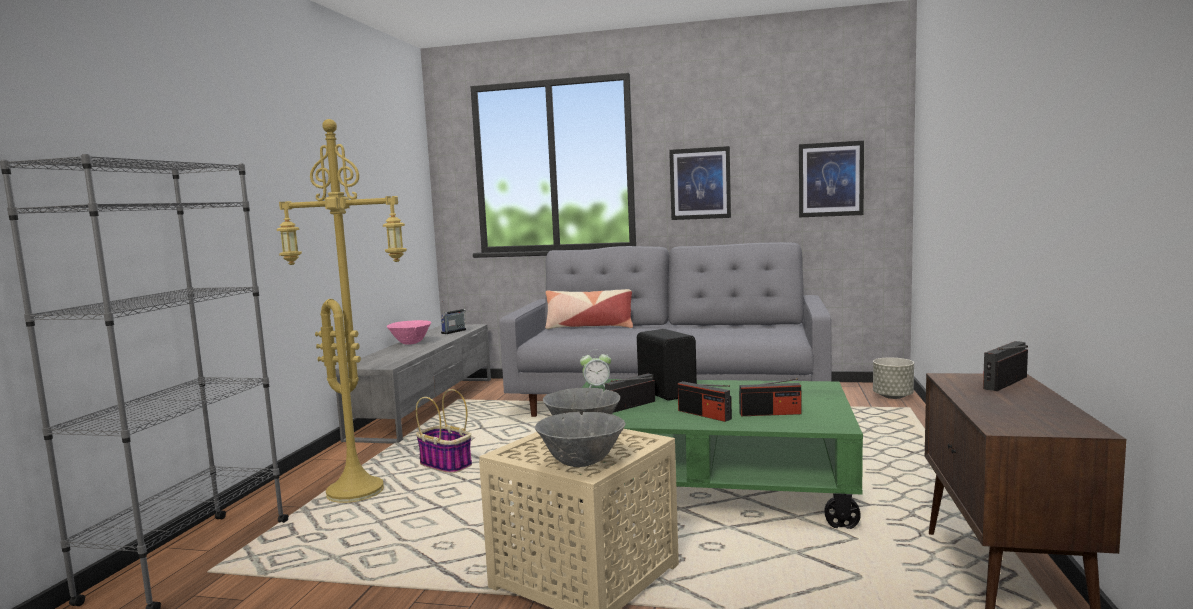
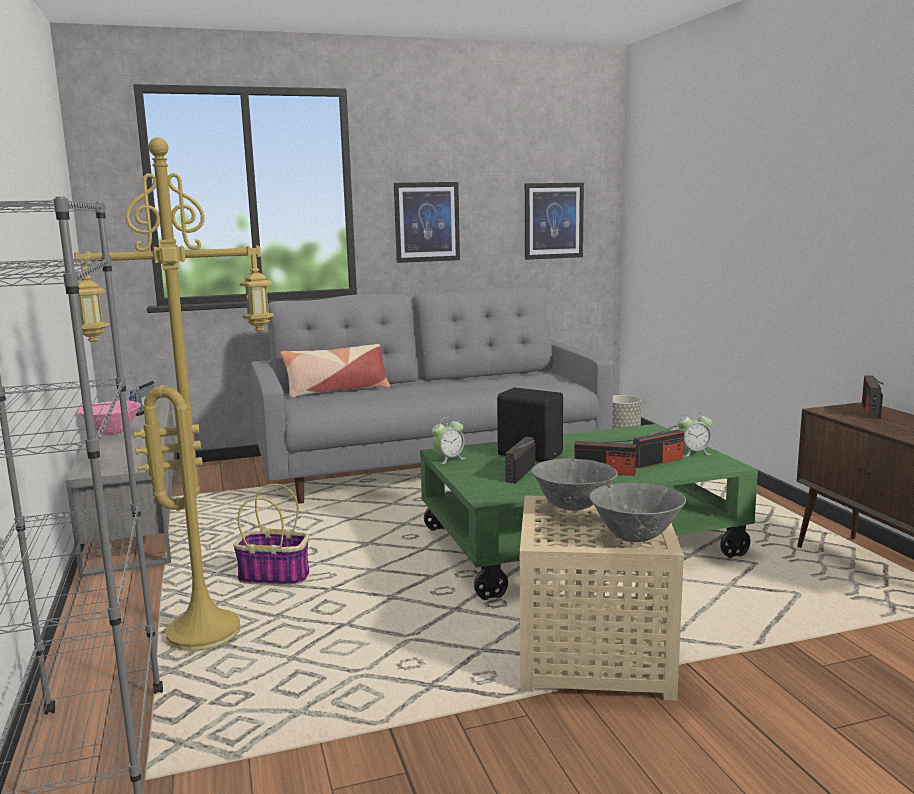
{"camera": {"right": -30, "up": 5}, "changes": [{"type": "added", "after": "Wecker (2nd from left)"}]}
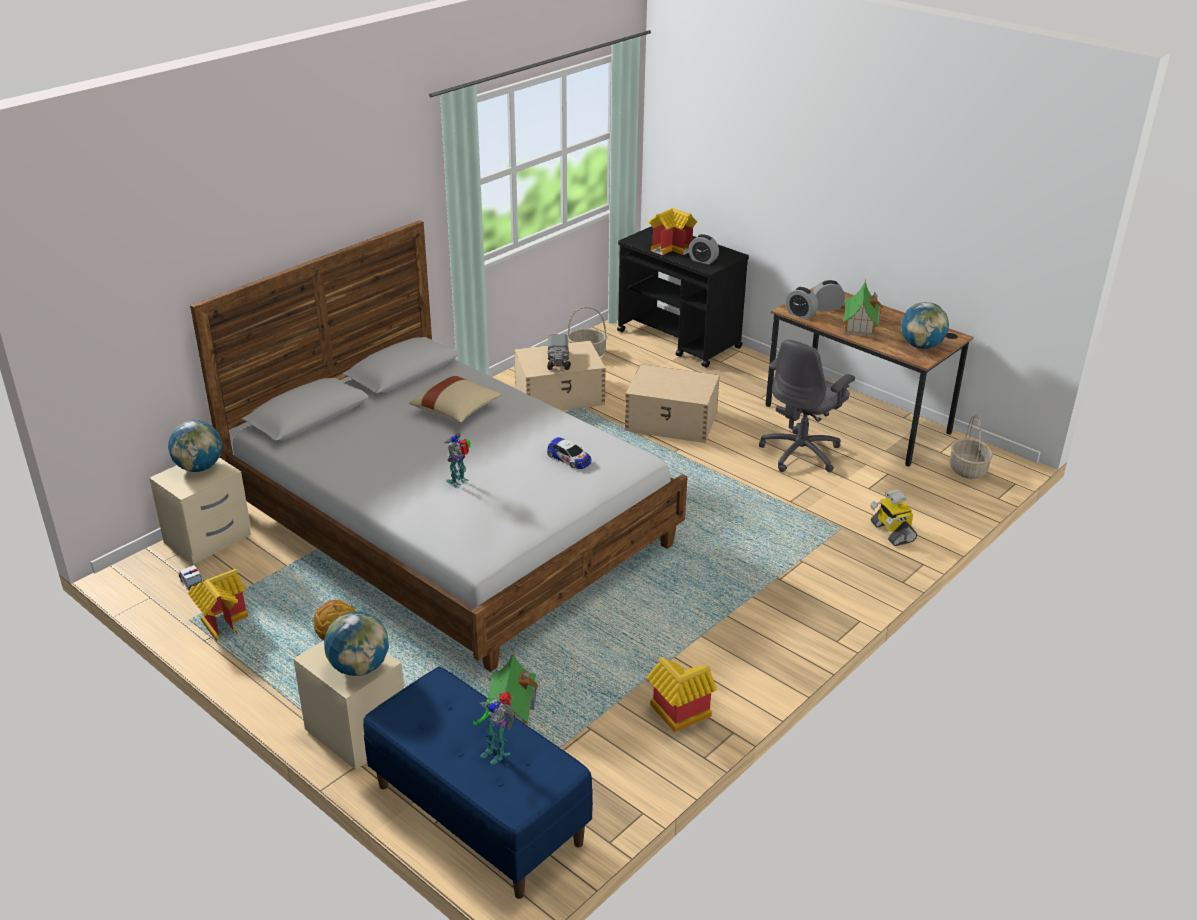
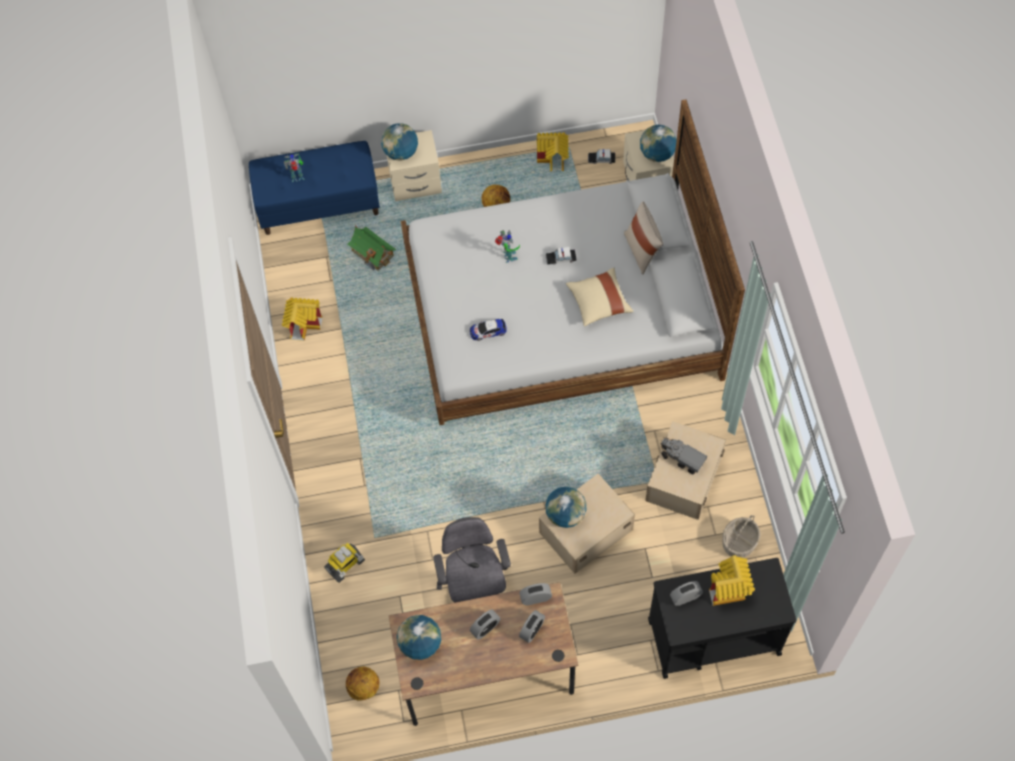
{"camera": {"right": 130, "up": 30}, "changes": [{"type": "turned", "before": "Spielzeugroboter (3rd from left in the first image)", "turn": 120}, {"type": "replaced", "before": "Korb (2nd from left)", "after": "Basketball (1st from left)"}, {"type": "replaced", "before": "Spielzeughaus (5th from left)", "after": "Wecker (1st from left)"}, {"type": "added", "after": "Spielzeugauto (2nd from left)"}, {"type": "added", "after": "Globus (3rd from left)"}, {"type": "added", "after": "Kissen [beige] (2nd from left)"}]}
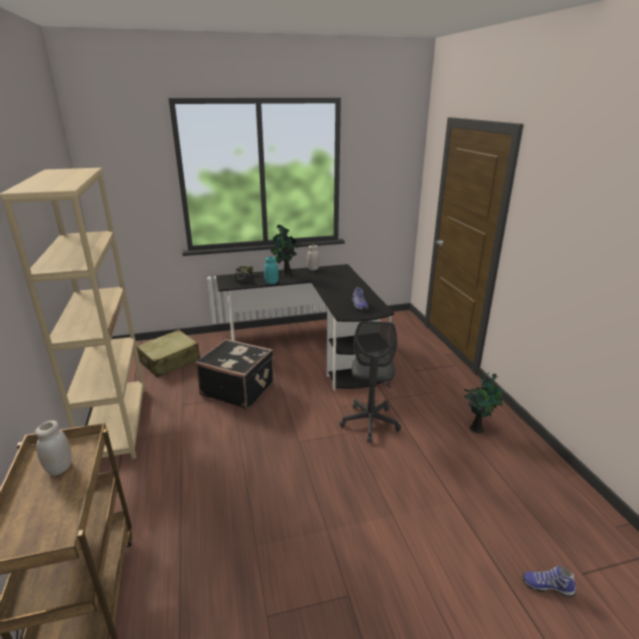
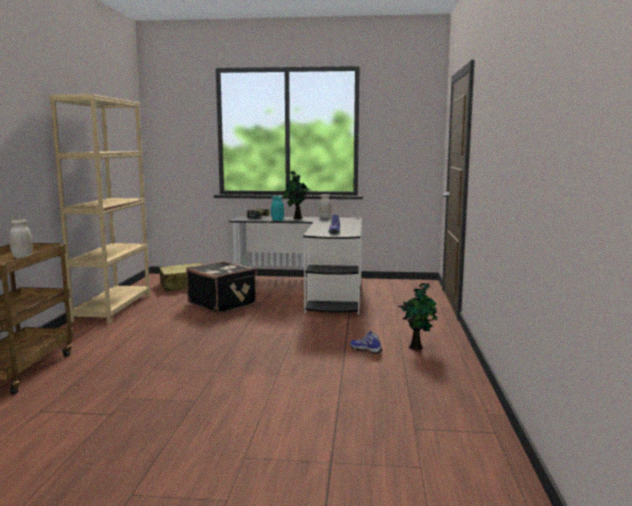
{"camera": {"right": 20, "up": -15}, "changes": [{"type": "moved", "before": "Schuh (2nd from left)"}, {"type": "removed", "before": "Bürostuhl [grau]"}]}
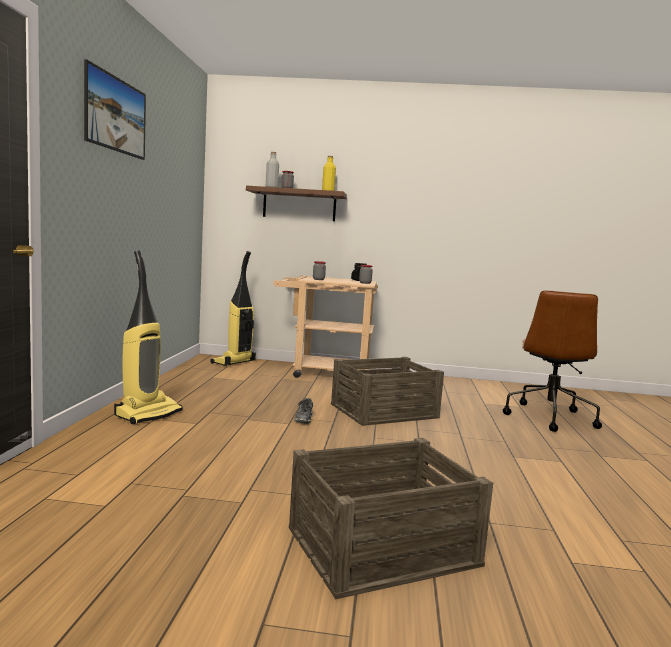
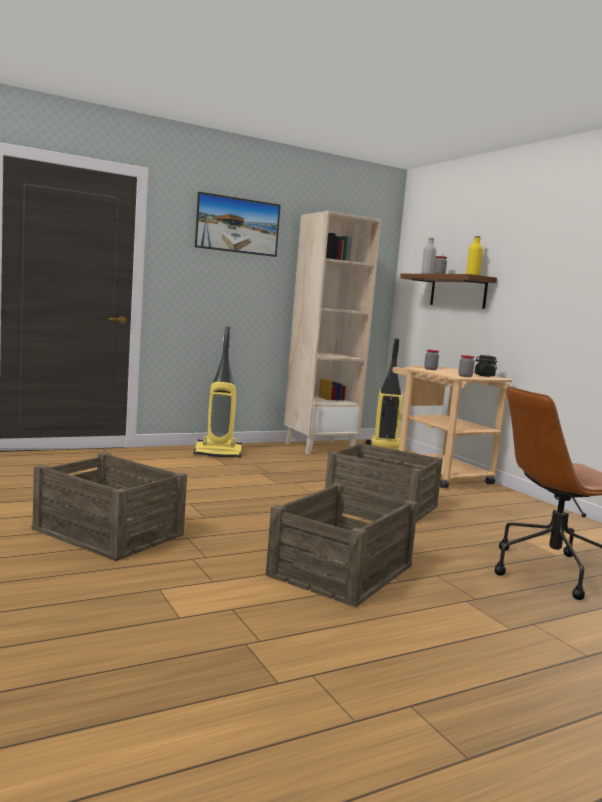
{"camera": {"right": 55, "up": 0}, "changes": [{"type": "added", "after": "Kiste (2nd from left)"}, {"type": "added", "after": "Bücherregal [beige]"}, {"type": "removed", "before": "Schuh"}]}
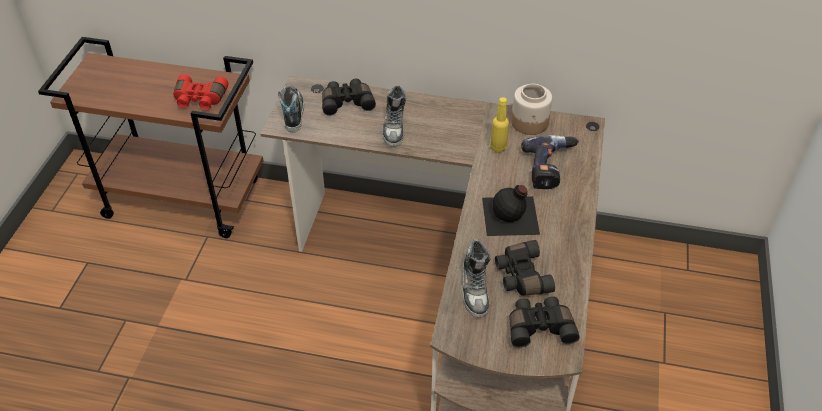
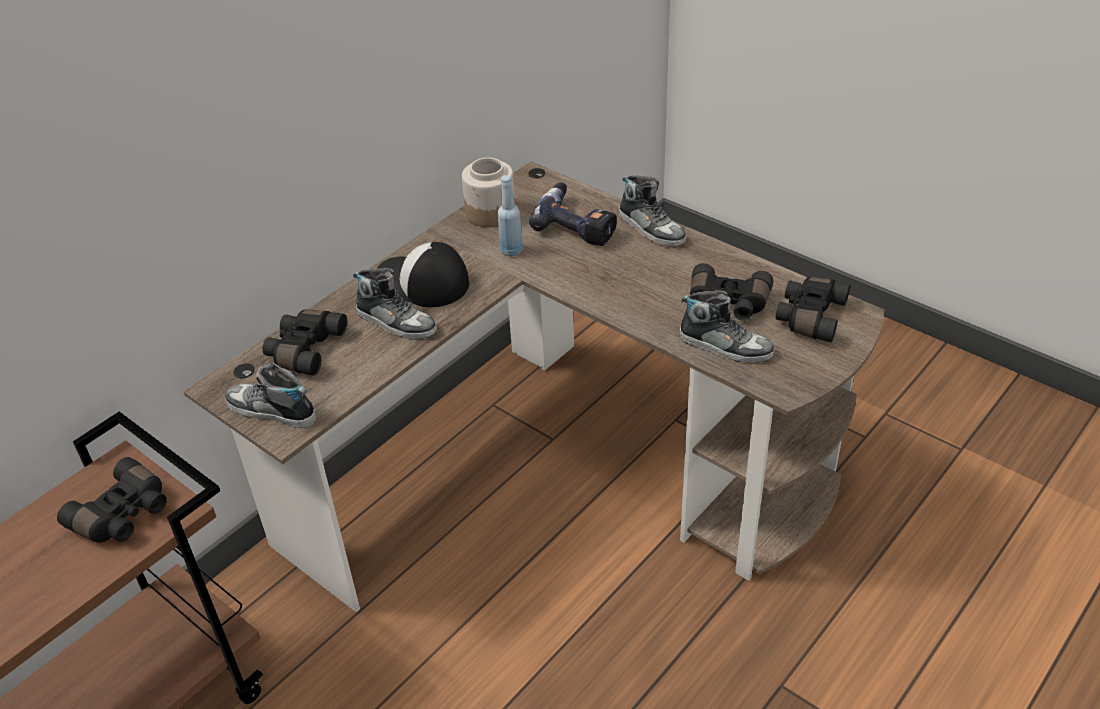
{"camera": {"right": -60, "up": -5}, "changes": [{"type": "recoloured", "before": "Fernglas [rot]", "after": "Fernglas [schwarz] (1st from left)"}, {"type": "added", "after": "Kappe"}, {"type": "recoloured", "before": "Flasche [gelb]", "after": "Flasche [blau]"}, {"type": "added", "after": "Schuh (3rd from left)"}, {"type": "removed", "before": "Flasche [schwarz]"}]}
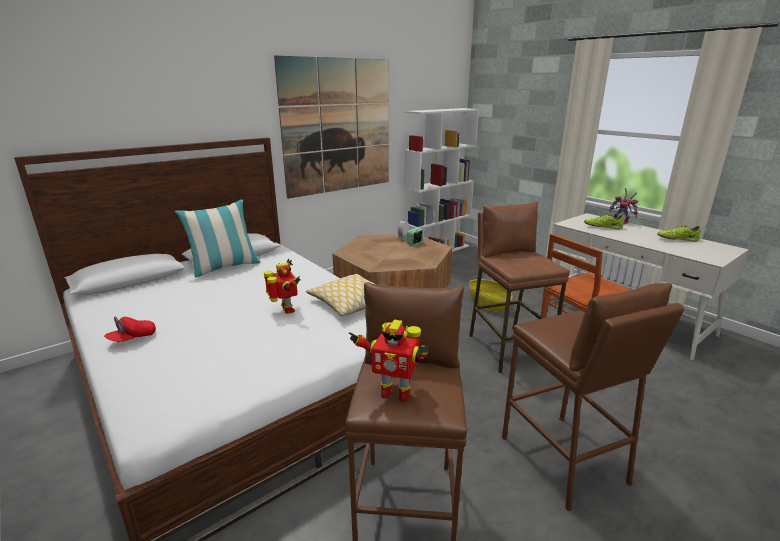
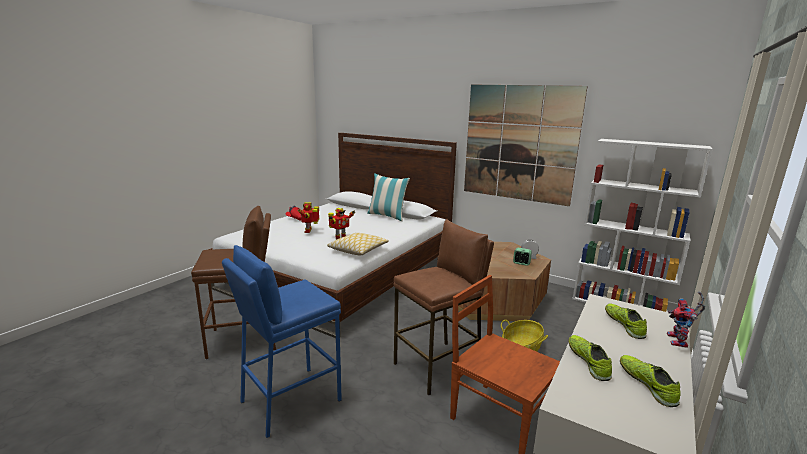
{"camera": {"right": 70, "up": -5}, "changes": [{"type": "recoloured", "before": "Hocker [braun] (3rd from left)", "after": "Hocker [blau]"}, {"type": "moved", "before": "Spielzeugroboter (2nd from left in the first image)", "after": "Spielzeugroboter (1st from left)"}, {"type": "added", "after": "Schuh (1st from left)"}]}
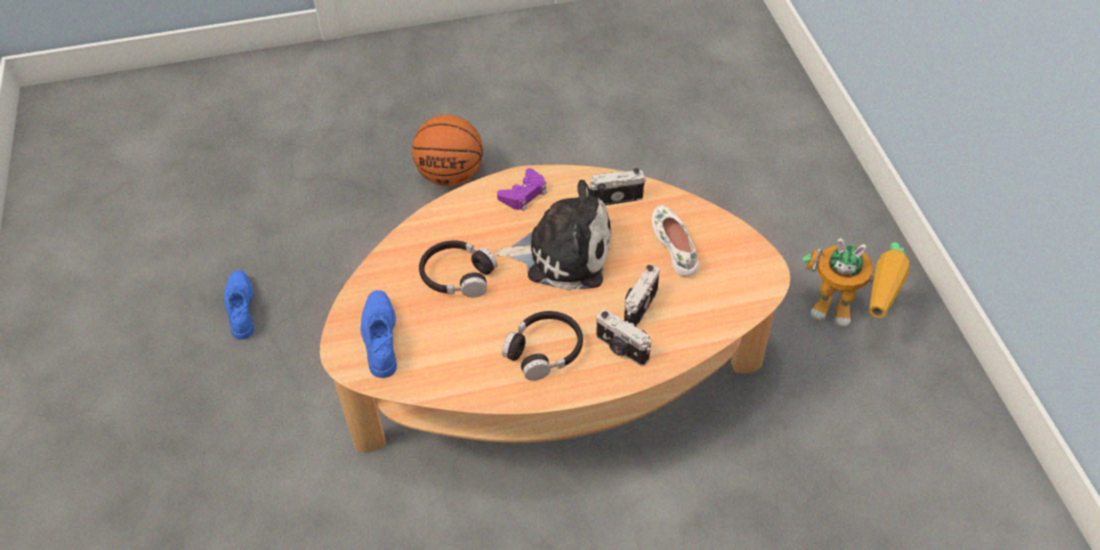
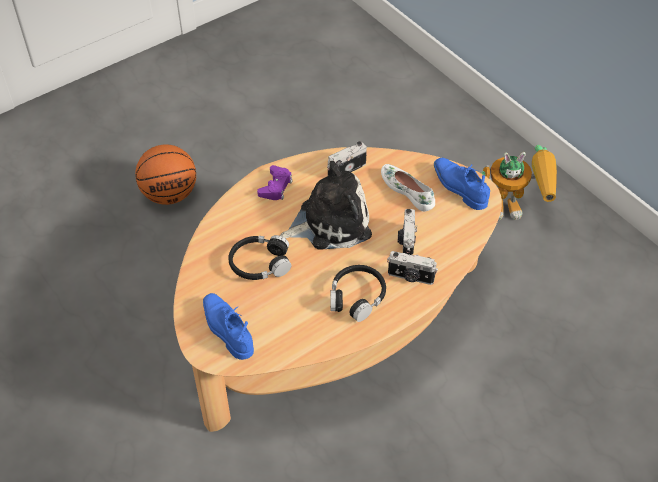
{"camera": {"right": -25, "up": 0}, "changes": [{"type": "moved", "before": "Schuh [blau] (1st from left in the first image)", "after": "Schuh [blau] (2nd from left)"}]}
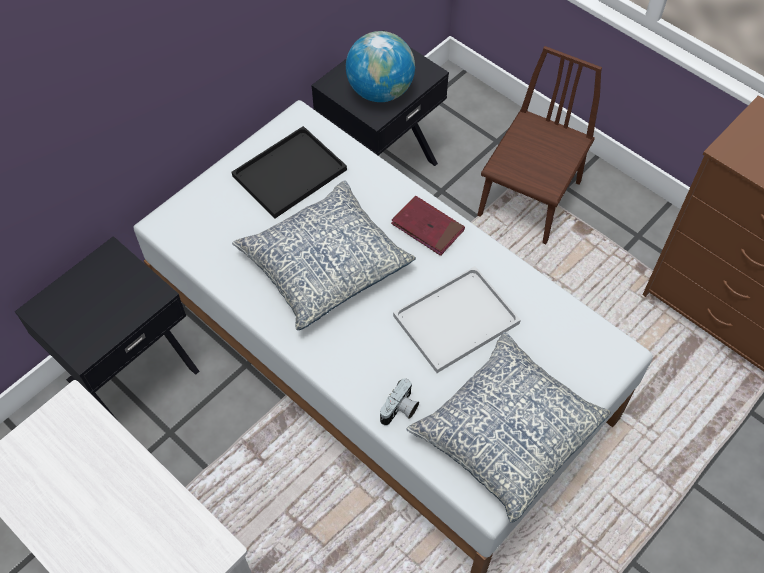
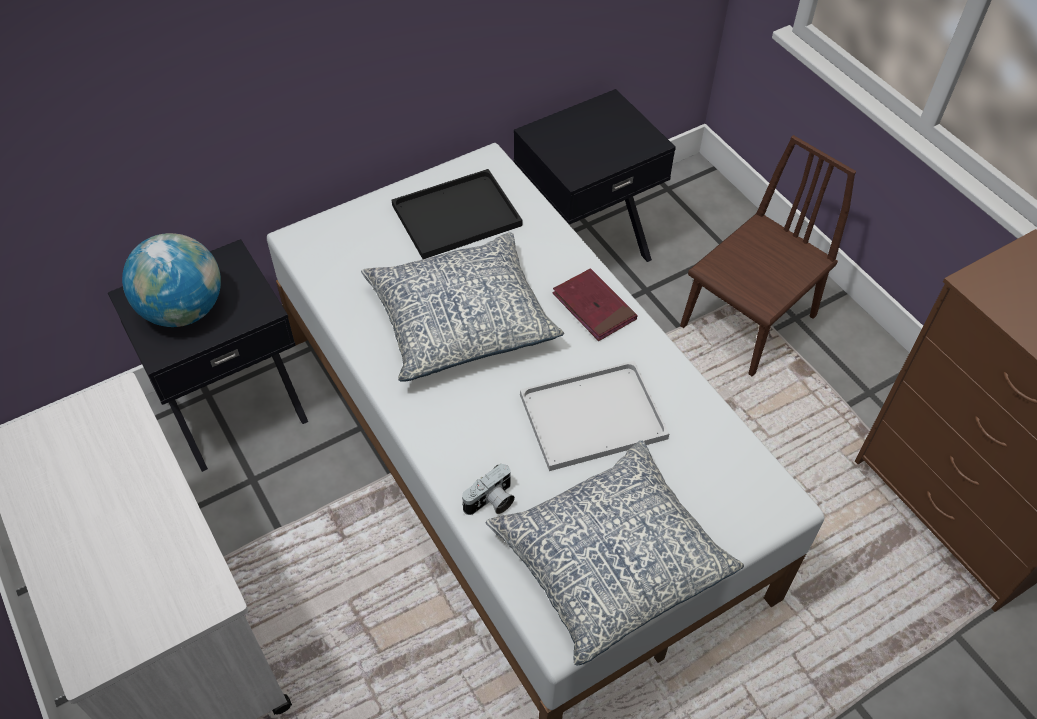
{"camera": {"right": 15, "up": -5}, "changes": [{"type": "moved", "before": "Globus"}]}
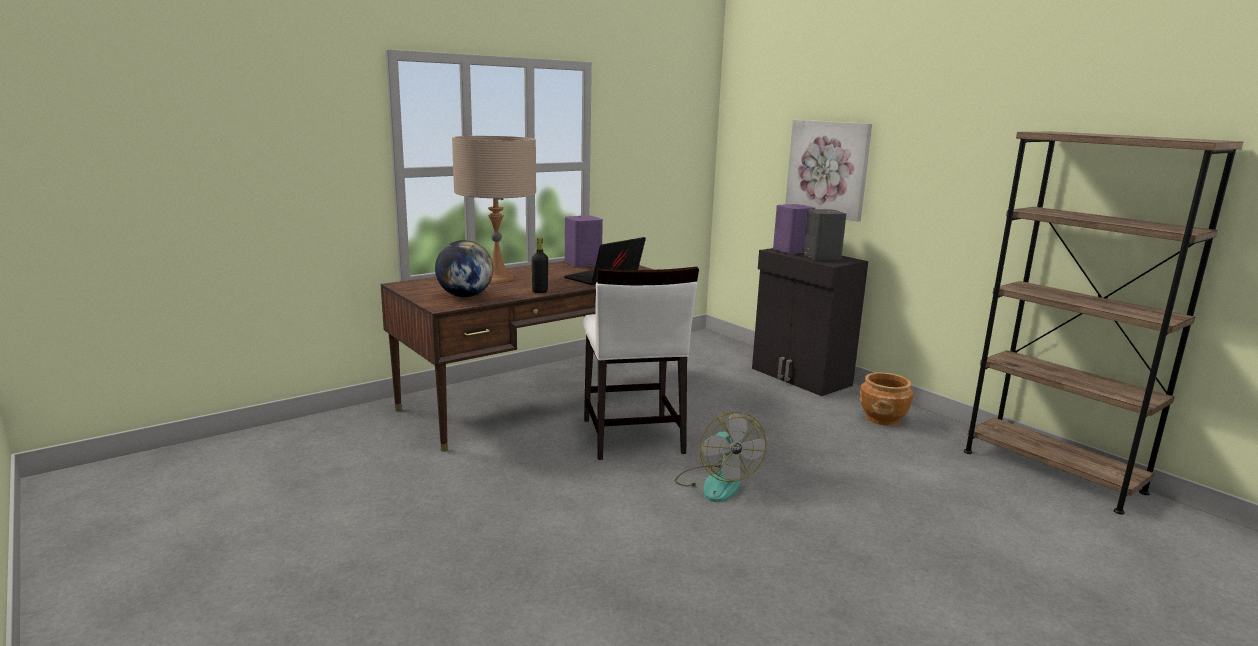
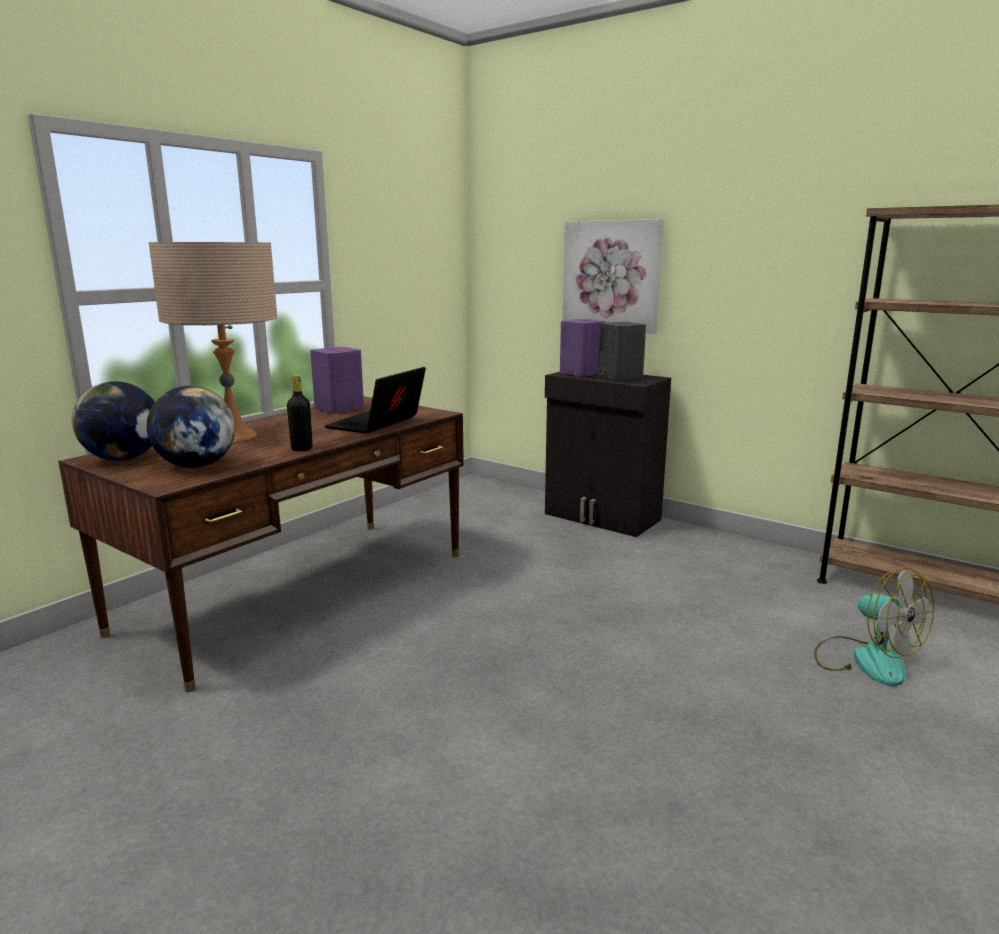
{"camera": {"right": -15, "up": 0}, "changes": [{"type": "added", "after": "Globus (1st from left)"}, {"type": "moved", "before": "Ventilator"}, {"type": "removed", "before": "Stuhl [weiß]"}, {"type": "removed", "before": "Pflanzkübel [braun]"}]}
